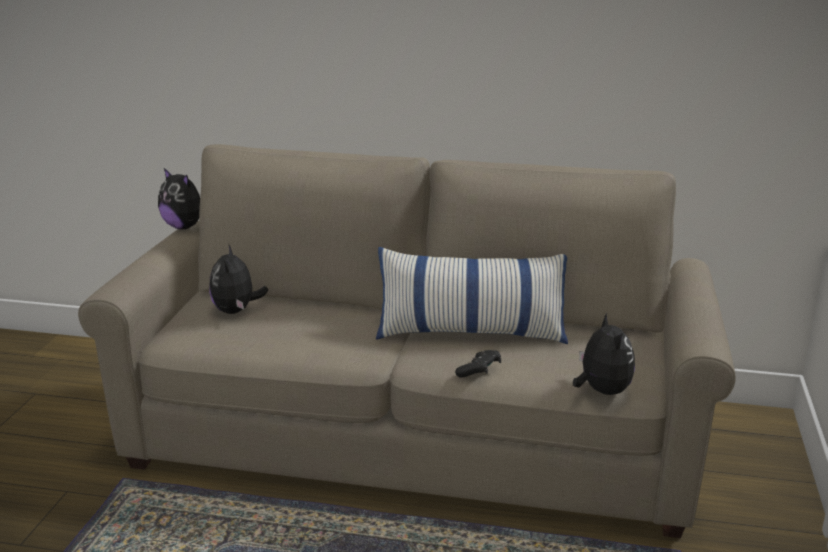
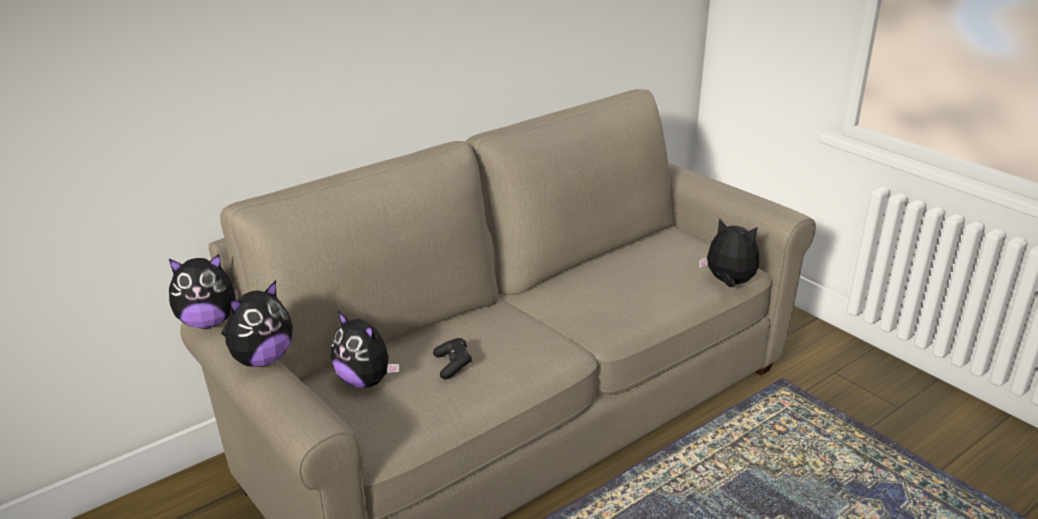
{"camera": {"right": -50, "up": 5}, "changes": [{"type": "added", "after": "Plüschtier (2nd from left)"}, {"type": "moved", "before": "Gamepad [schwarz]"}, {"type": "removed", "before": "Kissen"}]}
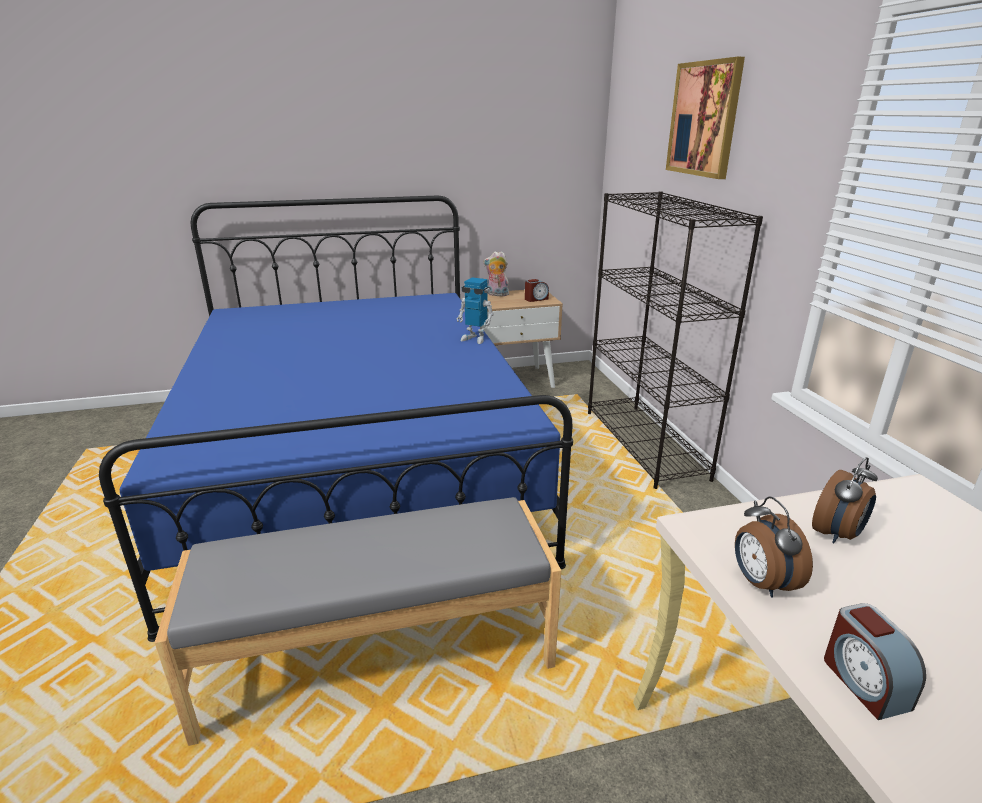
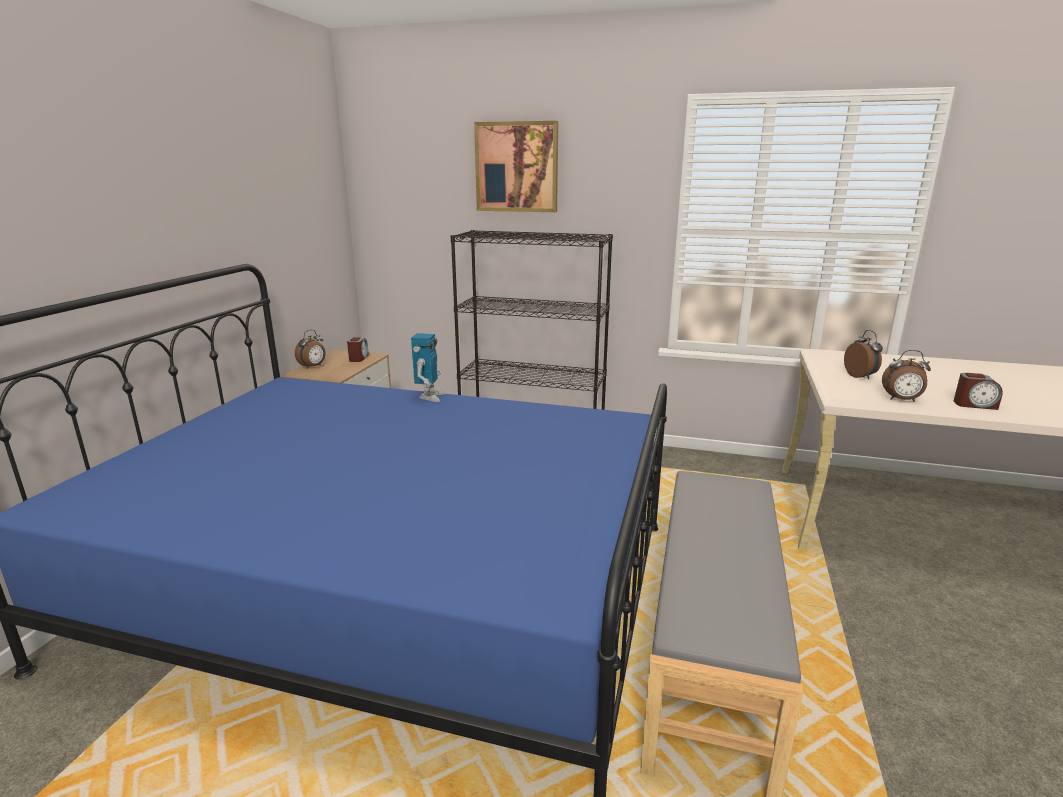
{"camera": {"right": -60, "up": -5}, "changes": [{"type": "replaced", "before": "Plüschtier", "after": "Wecker (1st from left)"}, {"type": "turned", "before": "Spielzeugroboter", "turn": -45}]}
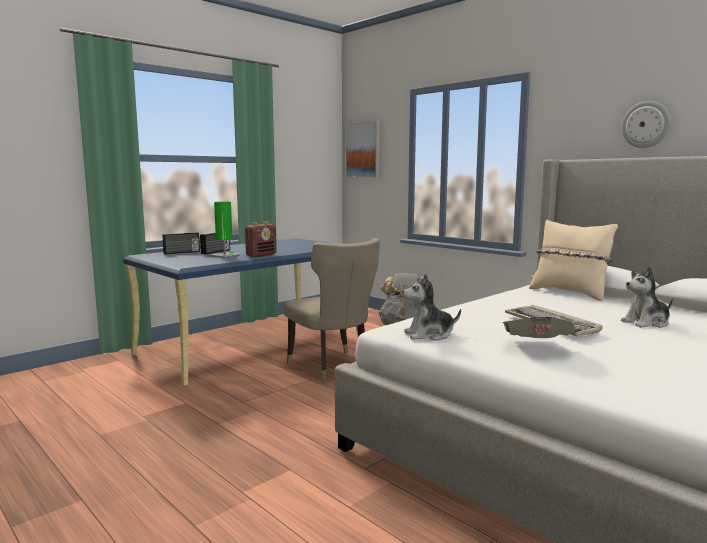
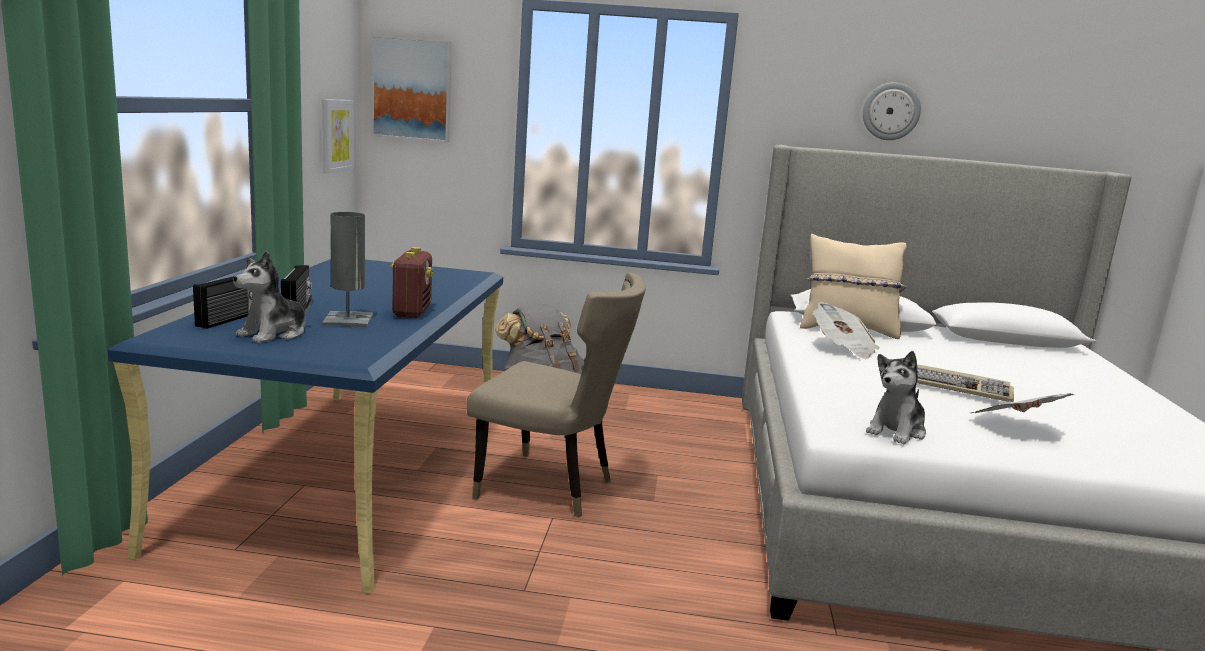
{"camera": {"right": -40, "up": 5}, "changes": [{"type": "moved", "before": "Plüschtier (2nd from left in the first image)", "after": "Plüschtier (1st from left)"}, {"type": "recoloured", "before": "Tischlampe [grün]", "after": "Tischlampe [grau]"}, {"type": "added", "after": "Bild (1st from left)"}, {"type": "added", "after": "Zeitung (1st from left)"}]}
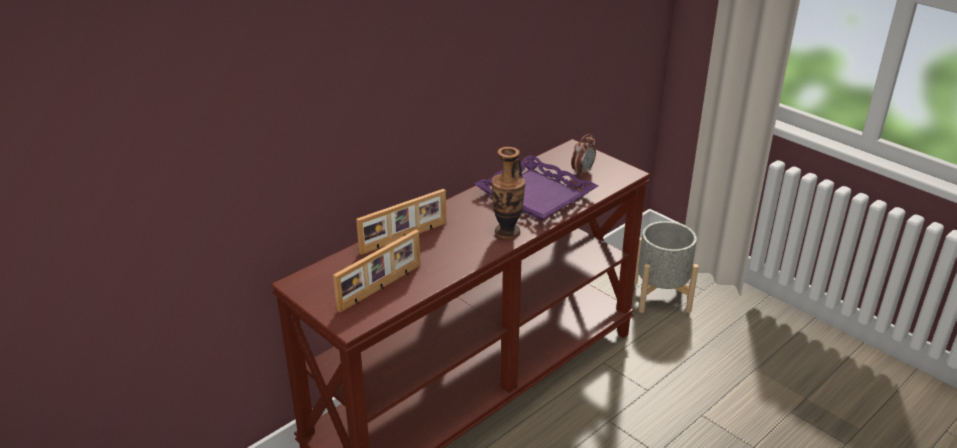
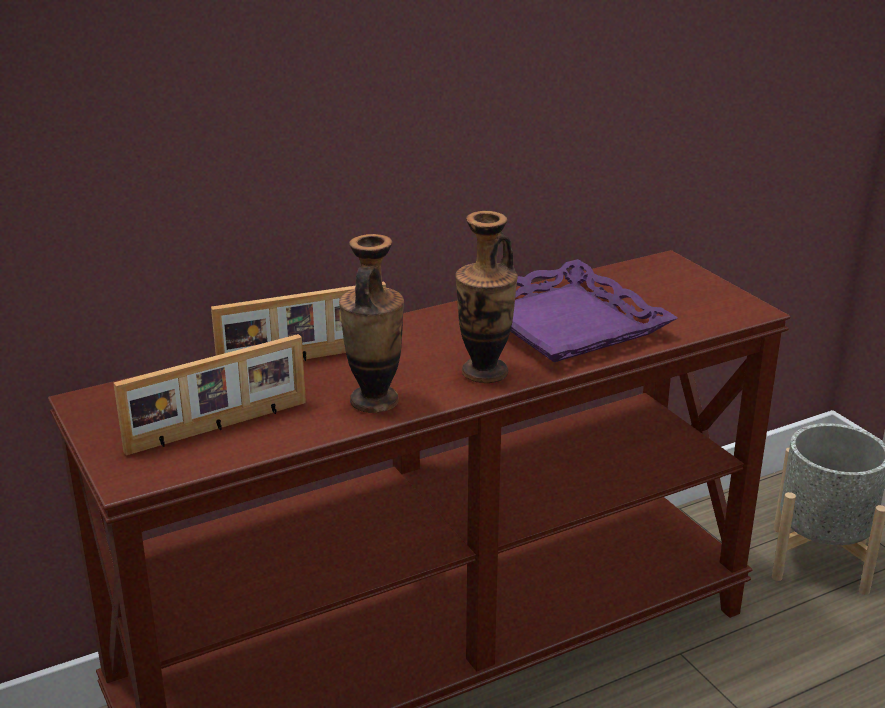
{"camera": {"right": 15, "up": -5}, "changes": [{"type": "added", "after": "Vase (1st from left)"}, {"type": "removed", "before": "Wecker"}]}
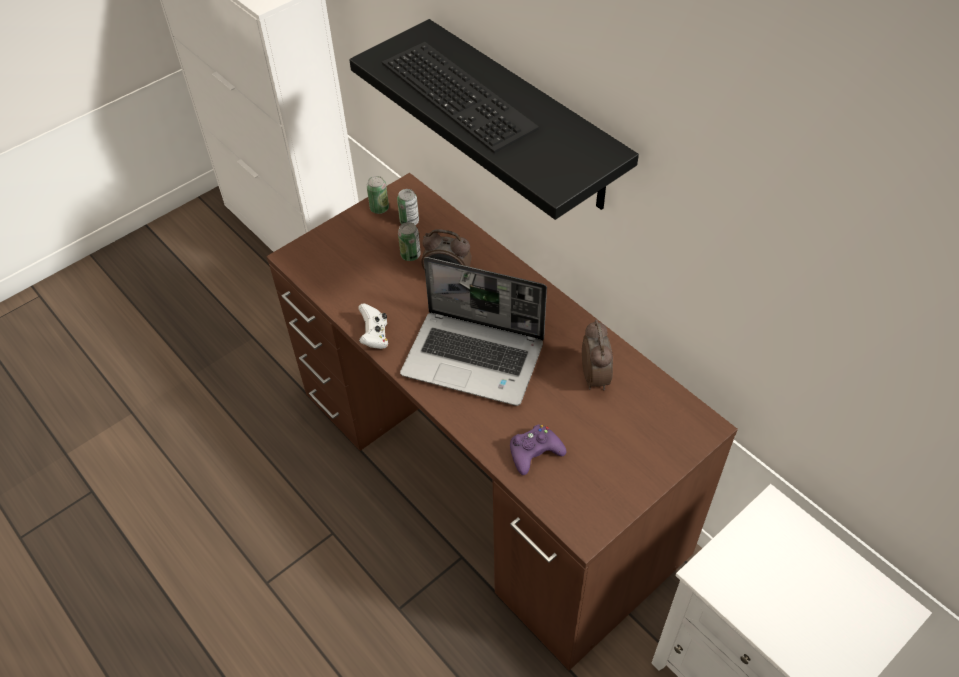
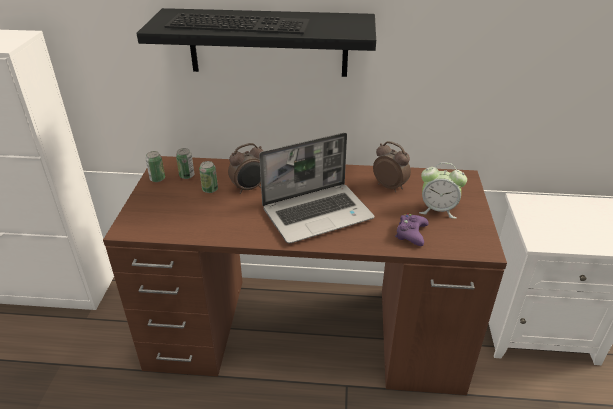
{"camera": {"right": -45, "up": -15}, "changes": [{"type": "added", "after": "Wecker (3rd from left)"}, {"type": "removed", "before": "Gamepad [weiß]"}]}
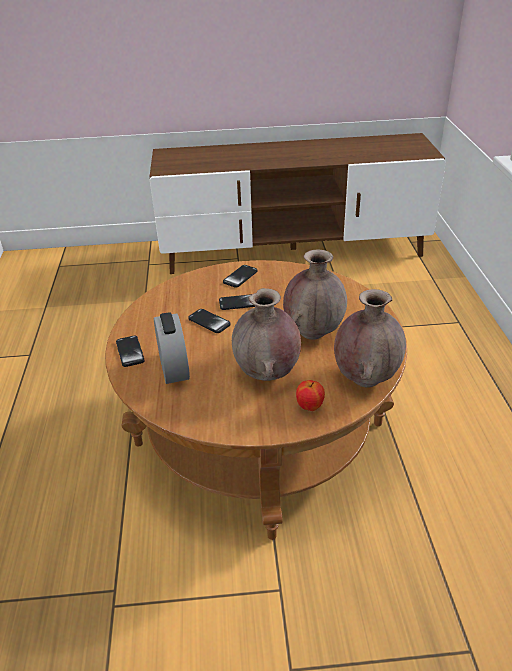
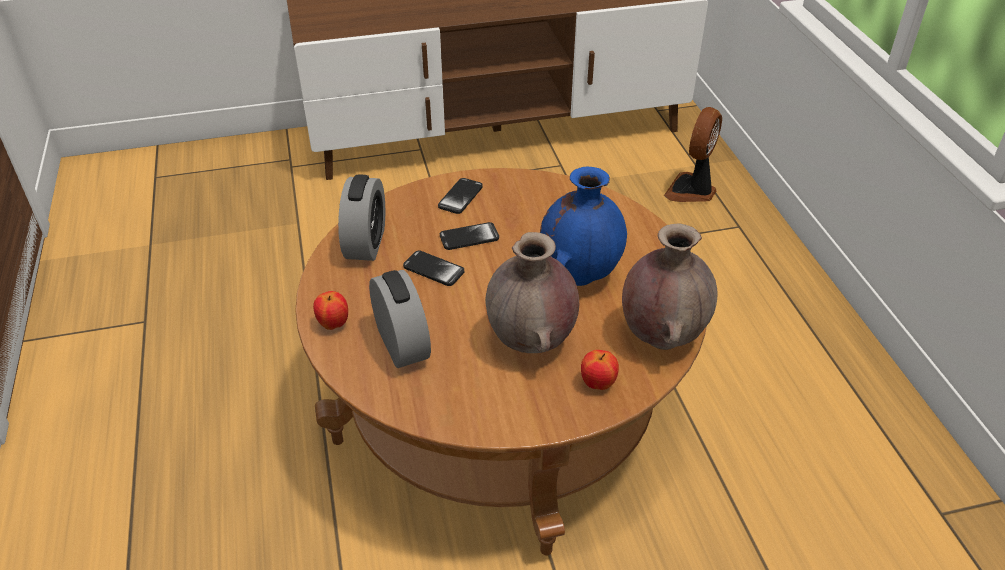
{"camera": {"right": -10, "up": 5}, "changes": [{"type": "replaced", "before": "Handy (1st from left)", "after": "Apfel (1st from left)"}, {"type": "added", "after": "Wecker (1st from left)"}, {"type": "recoloured", "before": "Vase [braun] (2nd from left)", "after": "Vase [blau]"}, {"type": "added", "after": "Ventilator"}]}
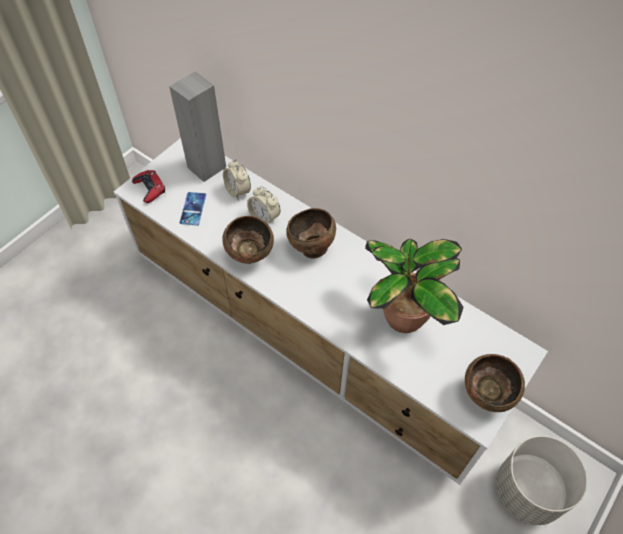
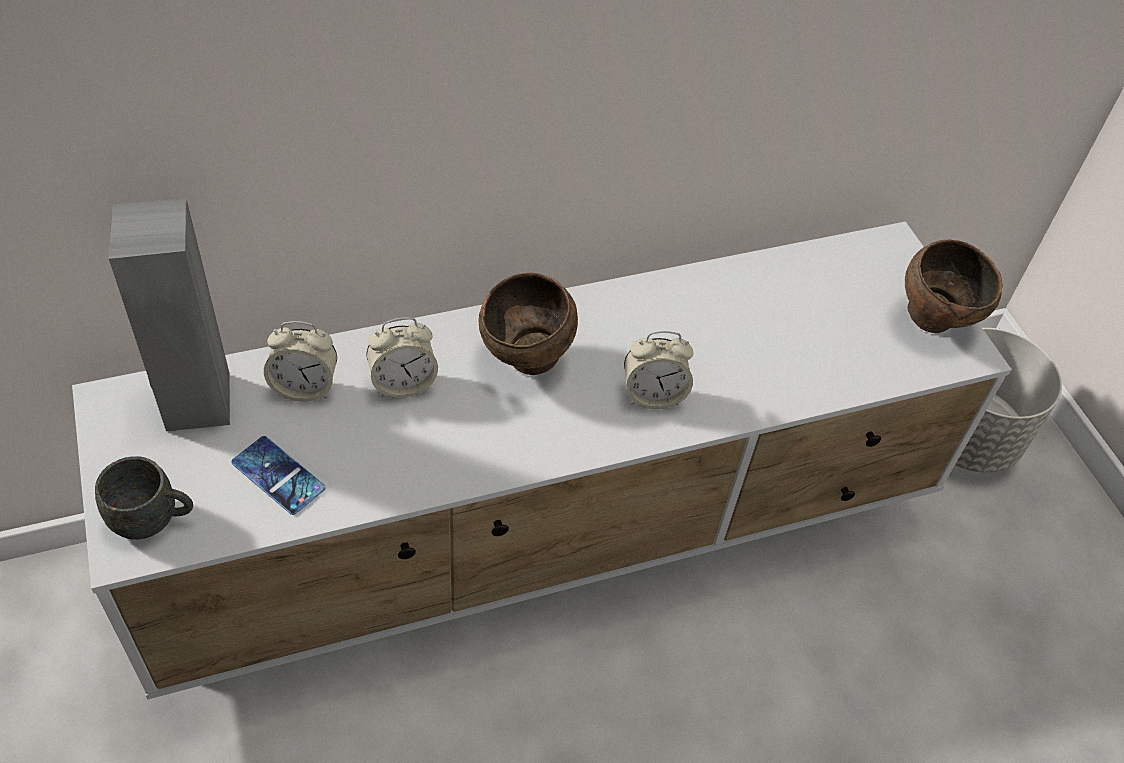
{"camera": {"right": -60, "up": -5}, "changes": [{"type": "replaced", "before": "Gamepad [rot]", "after": "Henkelbecher [grau]"}, {"type": "added", "after": "Wecker (3rd from left)"}, {"type": "removed", "before": "Schüssel [braun] (1st from left)"}, {"type": "removed", "before": "Topfpflanze"}]}
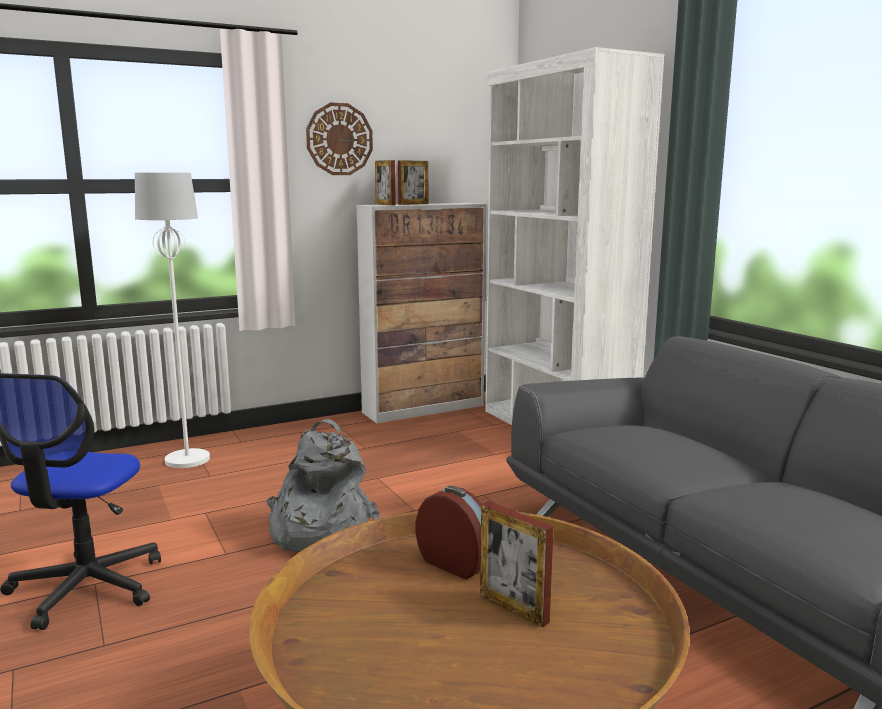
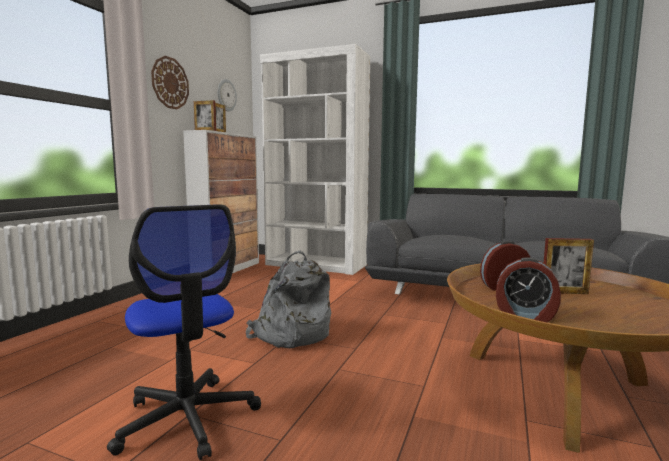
{"camera": {"right": -40, "up": -5}, "changes": [{"type": "added", "after": "Wanduhr (2nd from left)"}, {"type": "added", "after": "Wecker (2nd from left)"}, {"type": "removed", "before": "Stehlampe [weiß]"}]}
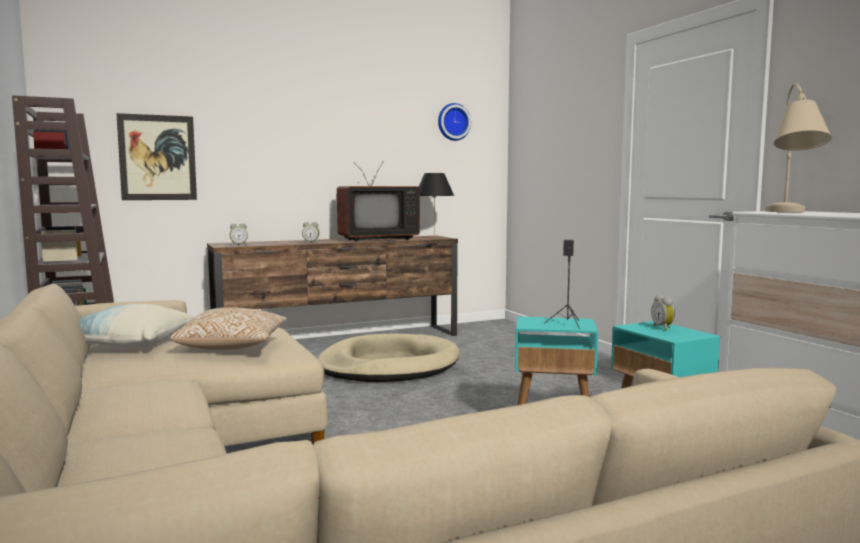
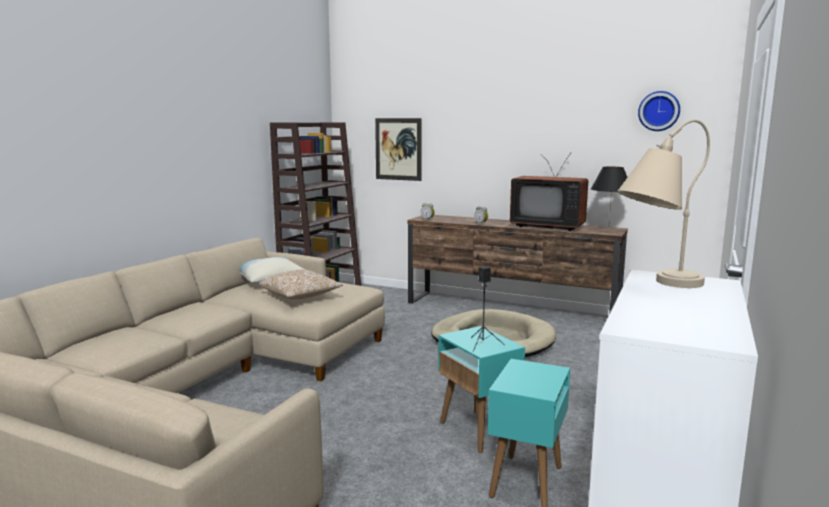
{"camera": {"right": 50, "up": 5}, "changes": [{"type": "removed", "before": "Wecker (3rd from left)"}]}
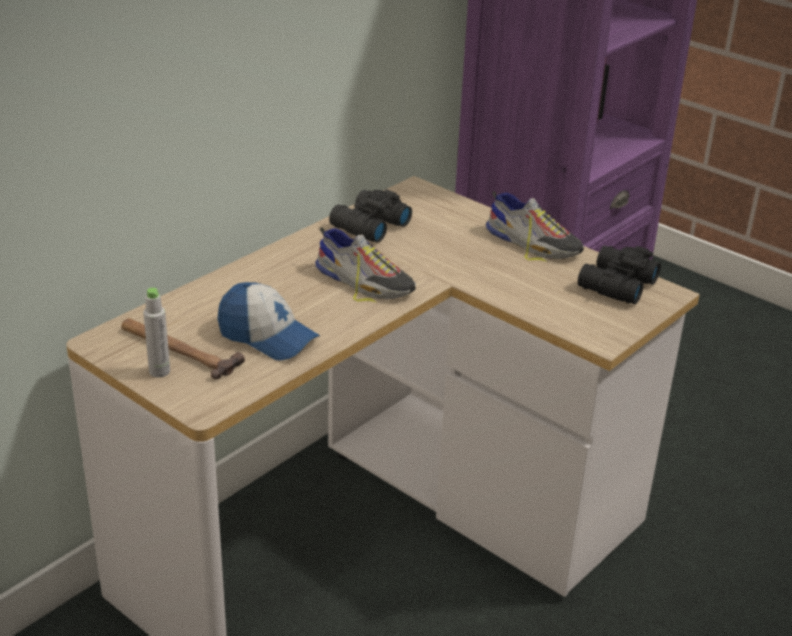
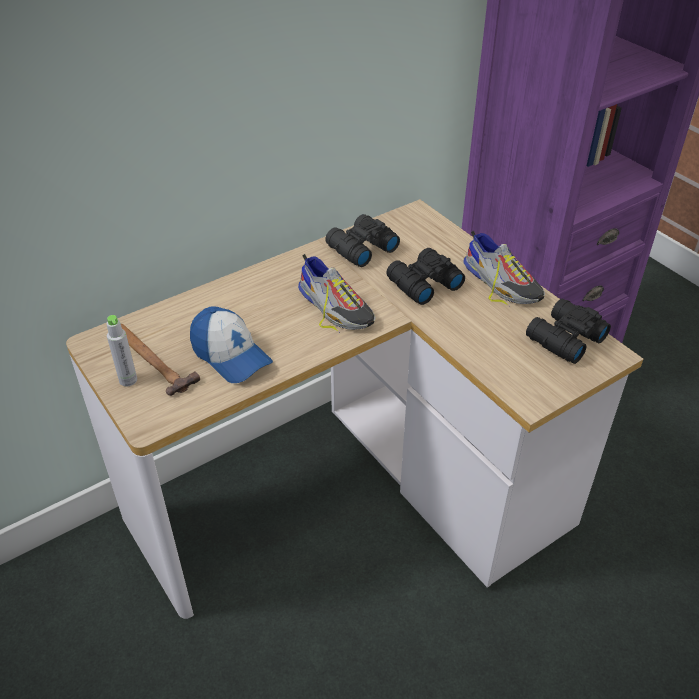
{"camera": {"right": 15, "up": 10}, "changes": [{"type": "added", "after": "Fernglas [schwarz] (2nd from left)"}]}
